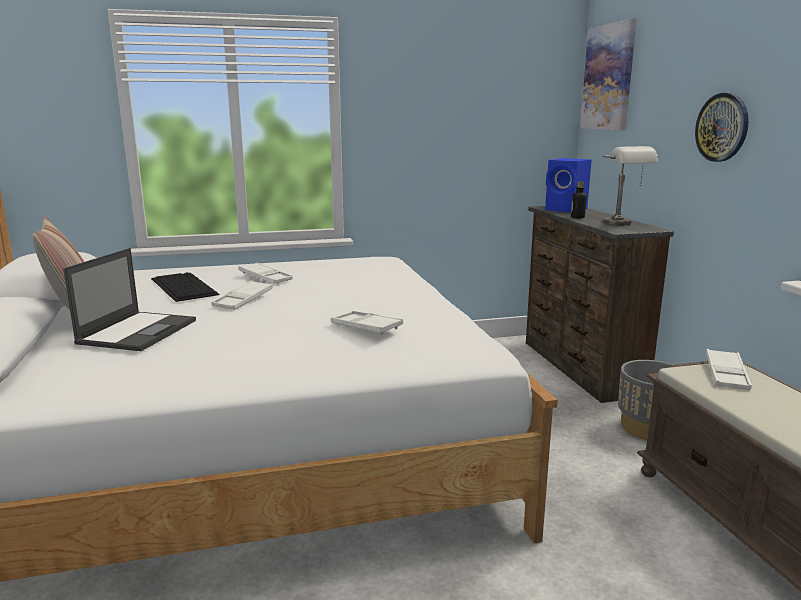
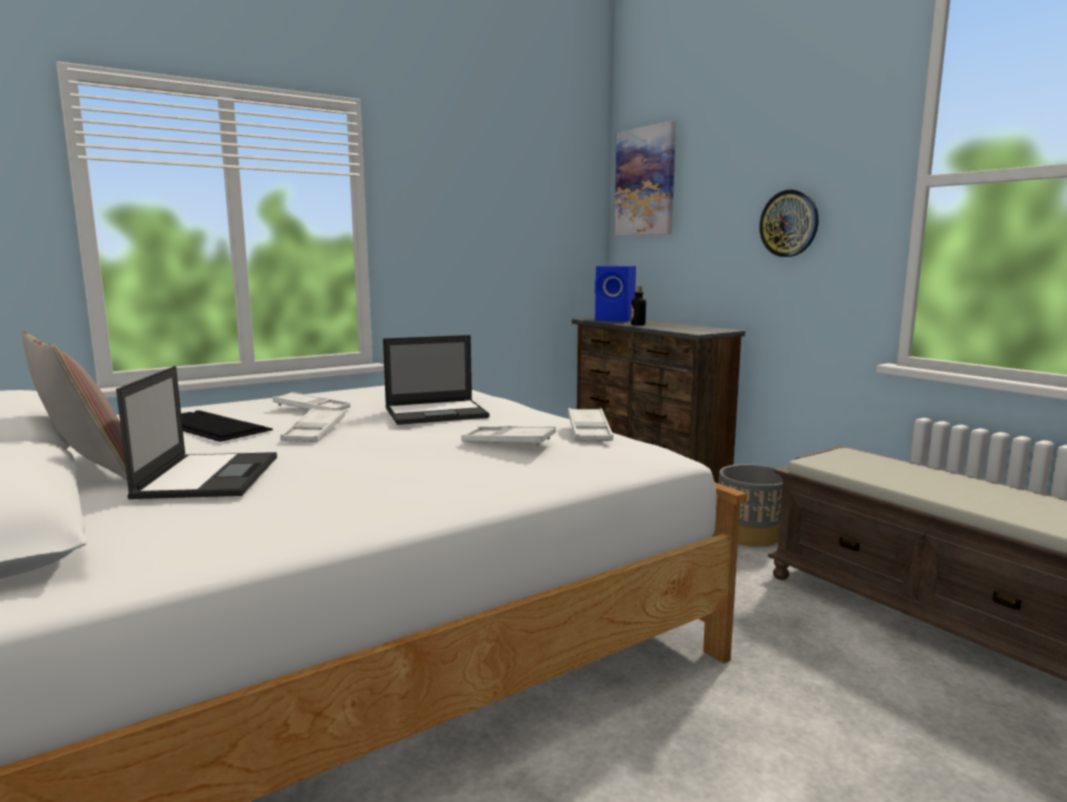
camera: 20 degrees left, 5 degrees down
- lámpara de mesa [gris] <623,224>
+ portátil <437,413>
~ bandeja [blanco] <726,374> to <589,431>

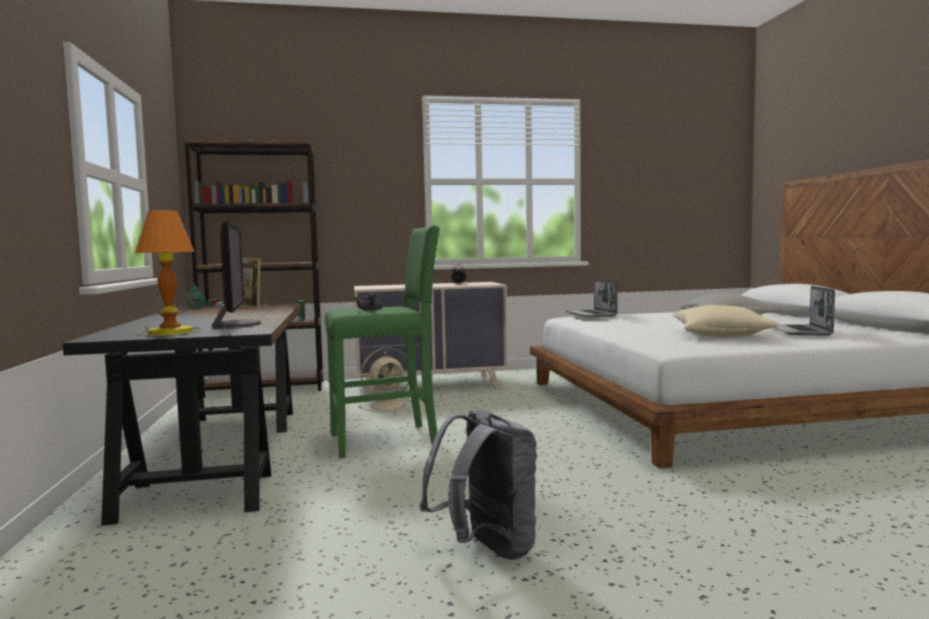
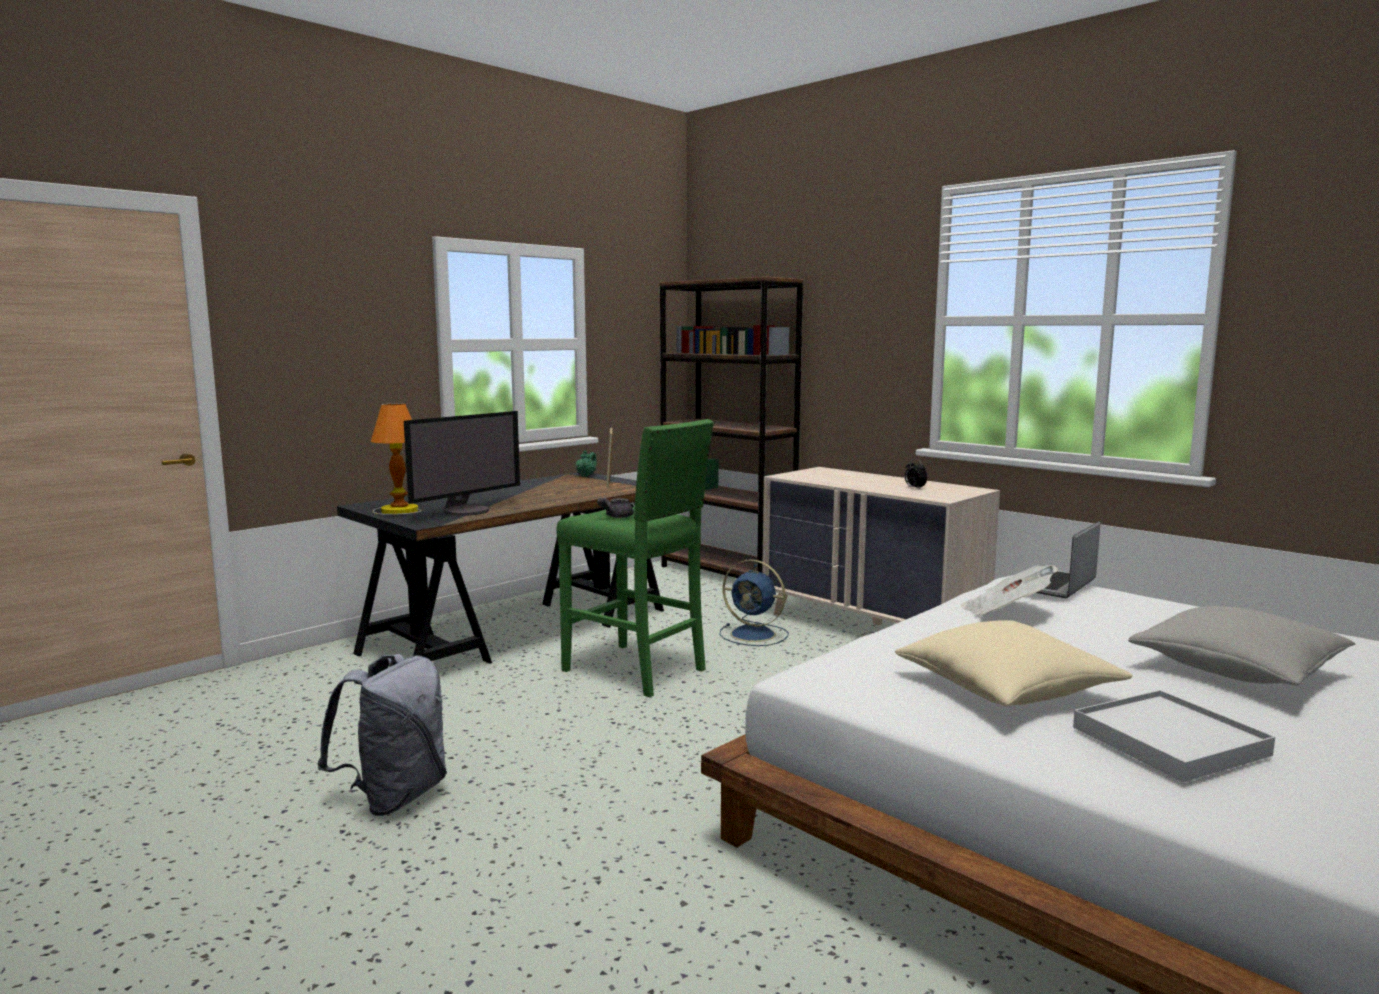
camera: 55 degrees right, 5 degrees up
+ periódico <1006,612>
~ portátil <800,331> to bandeja [blanco] <1169,741>
~ ventilador [beis] <389,405> to ventilador [azul] <755,635>

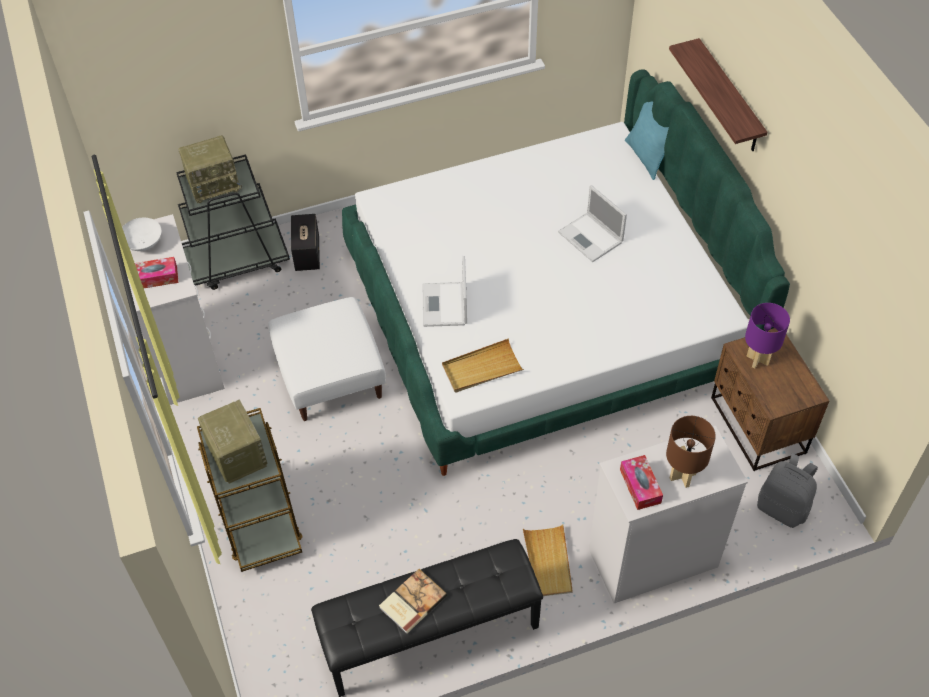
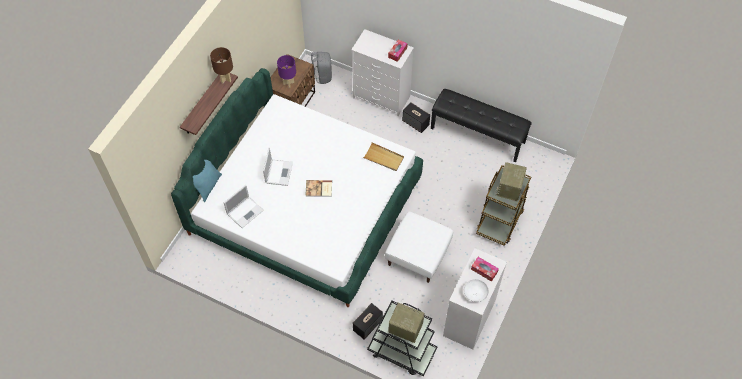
camera: 135 degrees left, 5 degrees up
~ libro <411,601> to <319,189>
~ portátil <445,306> to <245,211>
~ lámpara de mesa [marrón] <682,476> to <226,79>
~ bandeja [beis] <548,562> to altavoz <416,123>

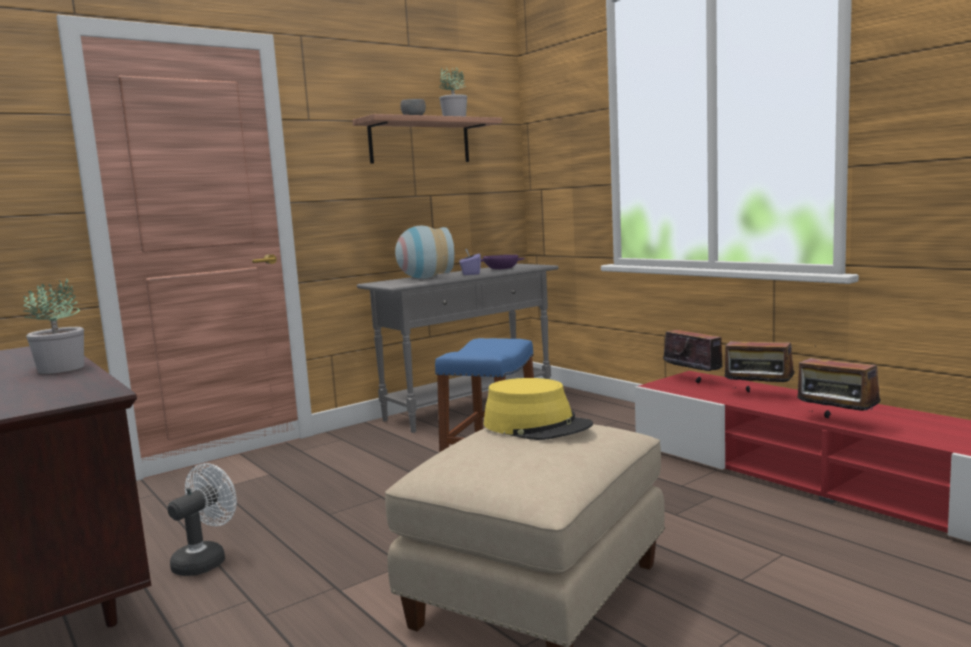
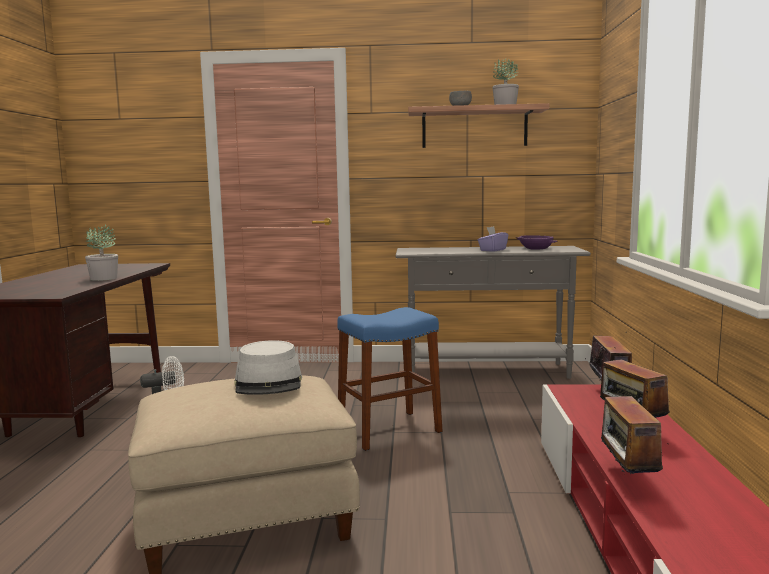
camera: 40 degrees right, 0 degrees up
- florero <424,278>
~ sombrero [amarillo] <537,426> to sombrero [gris] <269,383>

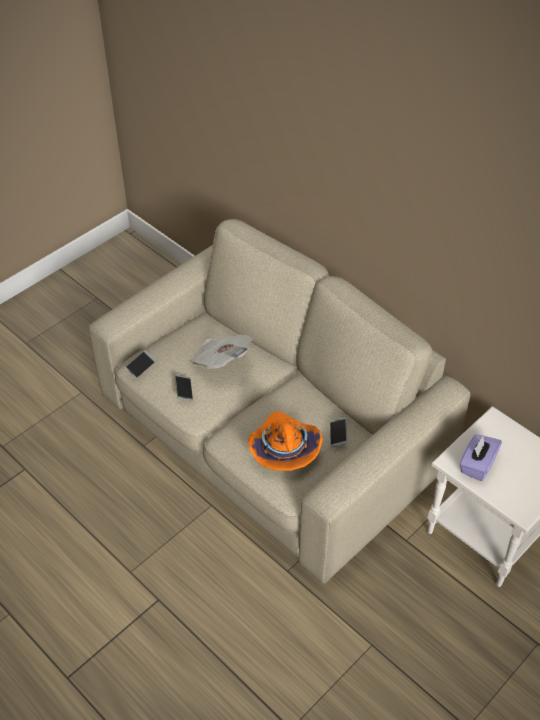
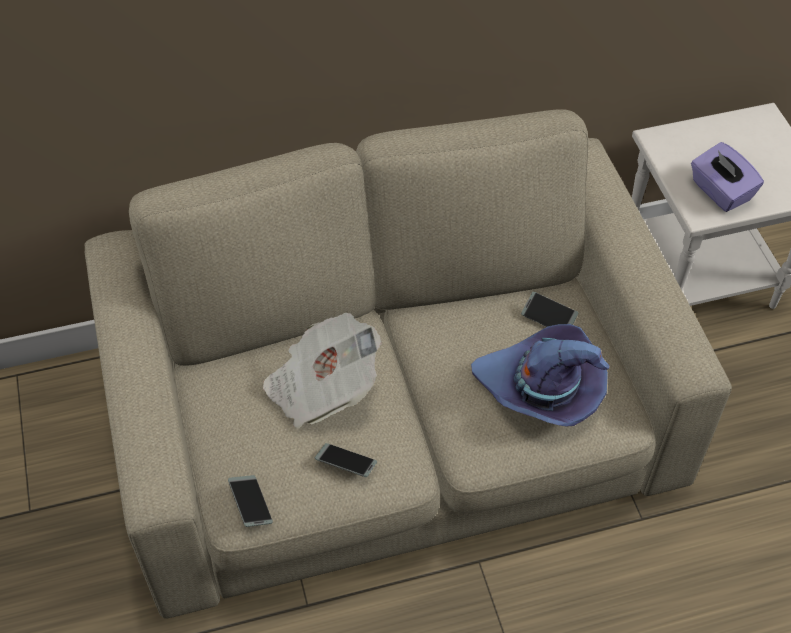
camera: 60 degrees left, 5 degrees up
~ sombrero [naranja] <283,448> to sombrero [morado] <542,389>

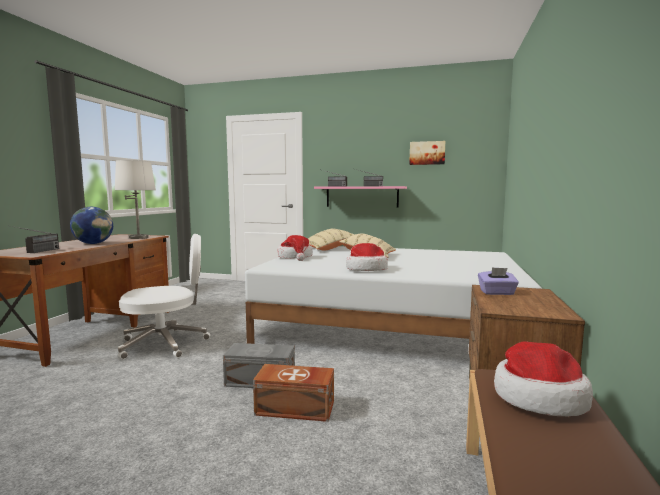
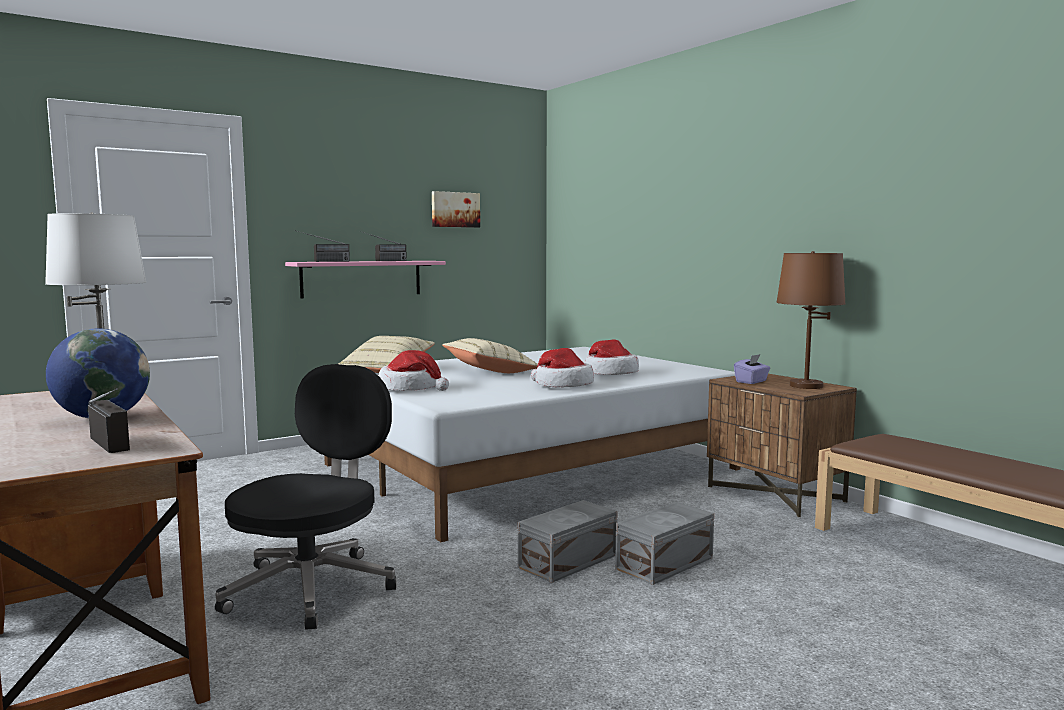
camera: 50 degrees left, 0 degrees up
+ lámpara de mesa [marrón] <806,386>
~ sombrero <538,397> to <610,373>
~ silla de oficina [blanco] <165,343> to silla de oficina [negro] <313,587>
~ caja de almacenaje [marrón] <296,409> to caja de almacenaje [gris] <667,563>

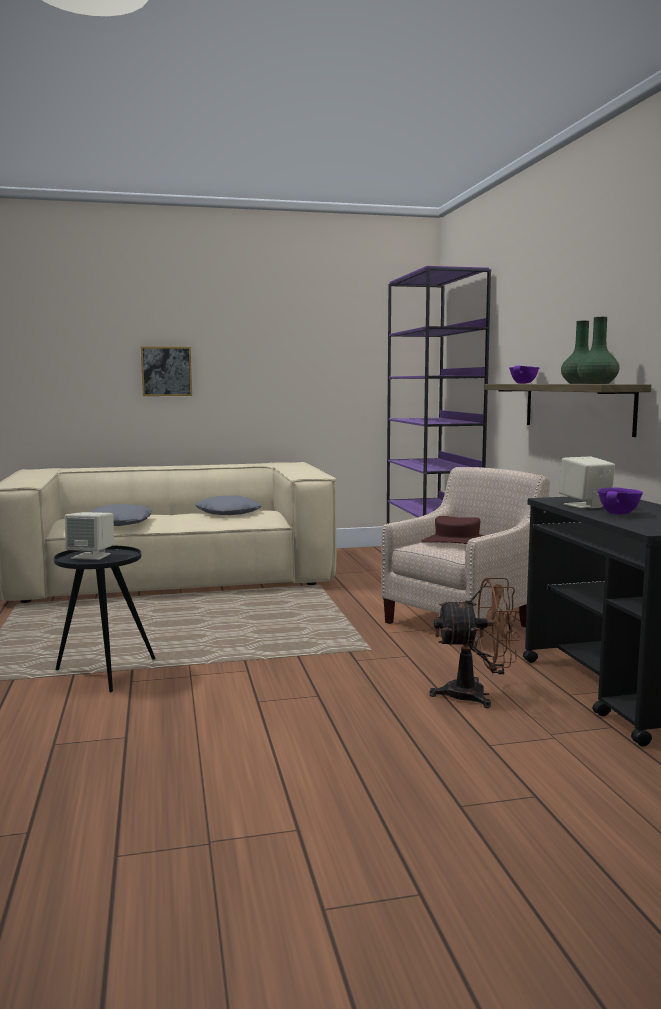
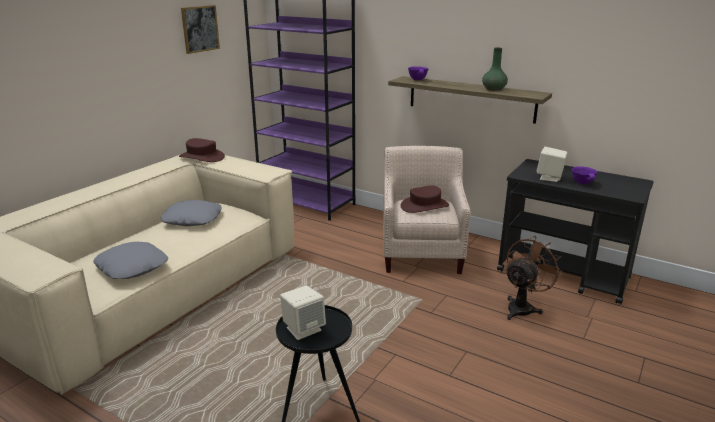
camera: 45 degrees left, 15 degrees up
- florero [verde] <596,383>
+ sombrero [marrón] <202,157>
~ cuadro <166,371> to <200,29>

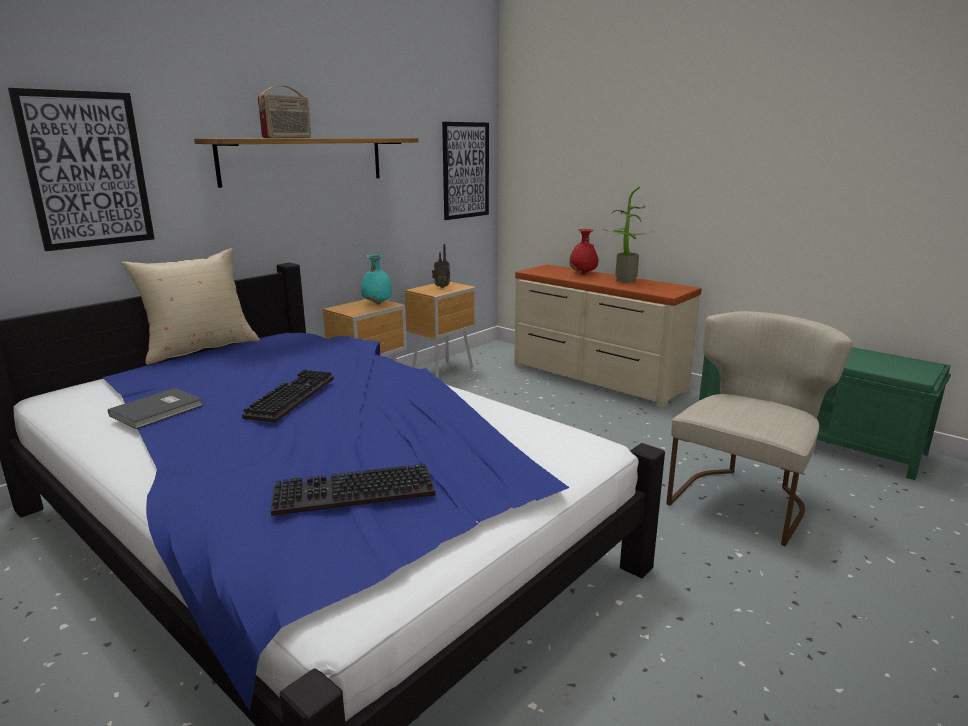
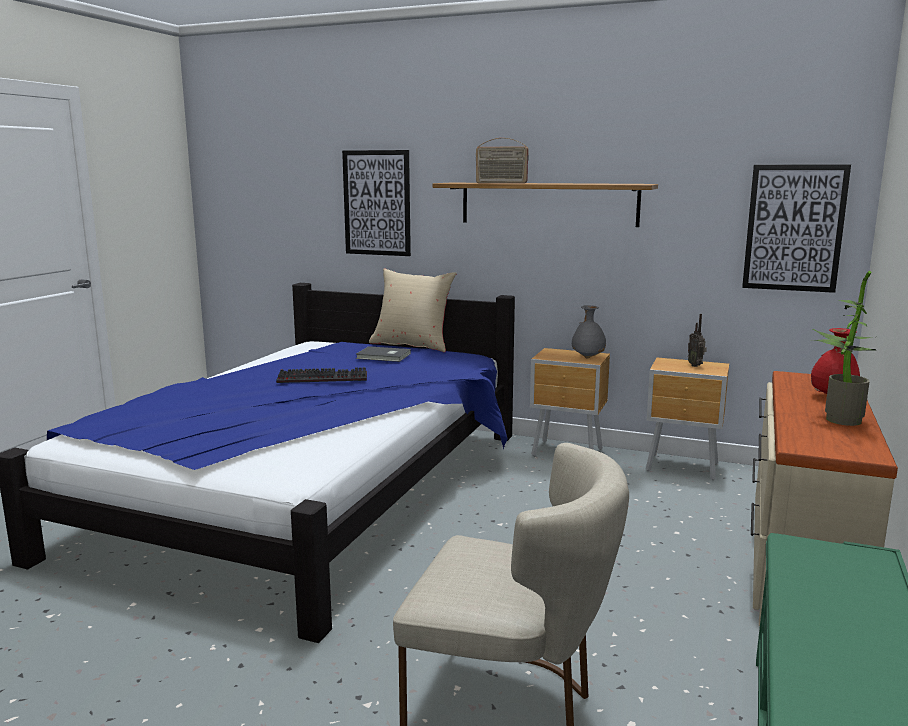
camera: 70 degrees right, 5 degrees down
- teclado <351,495>
~ libro [gris] <159,410> to <383,356>
~ florero [turquesa] <377,303> to florero [gris] <588,357>

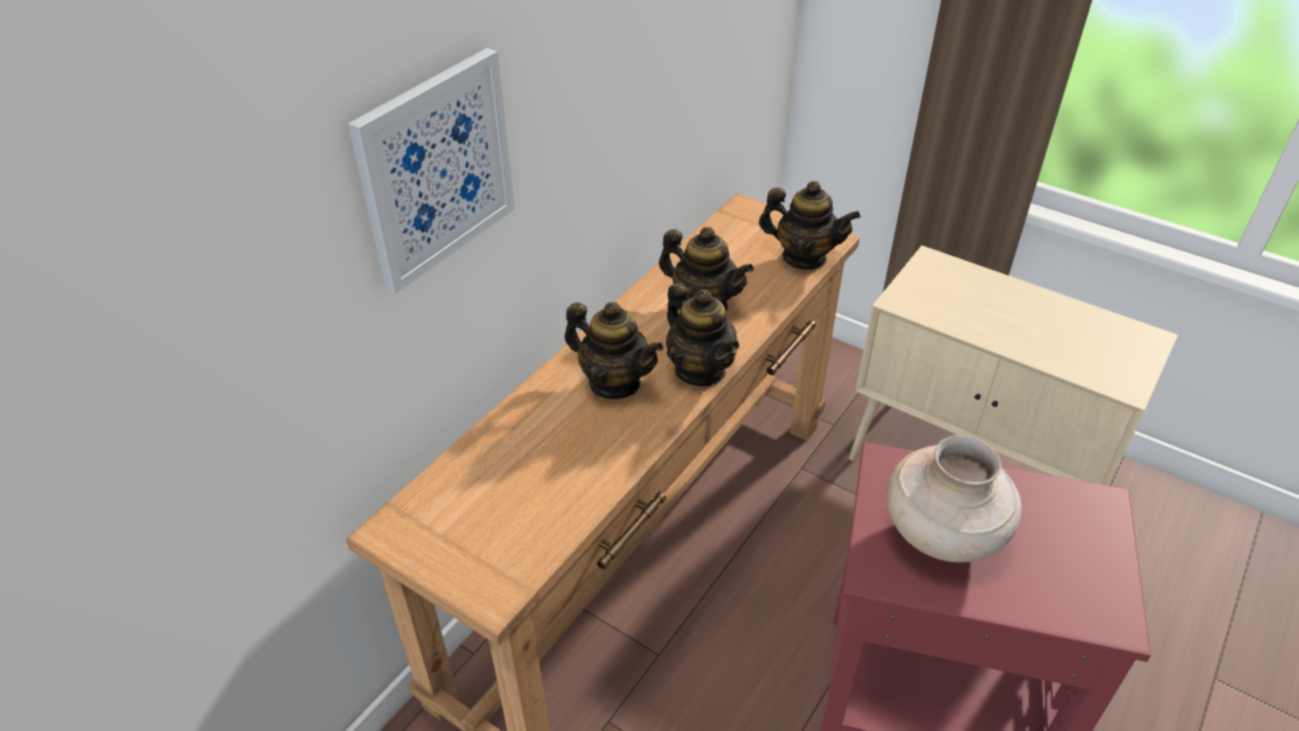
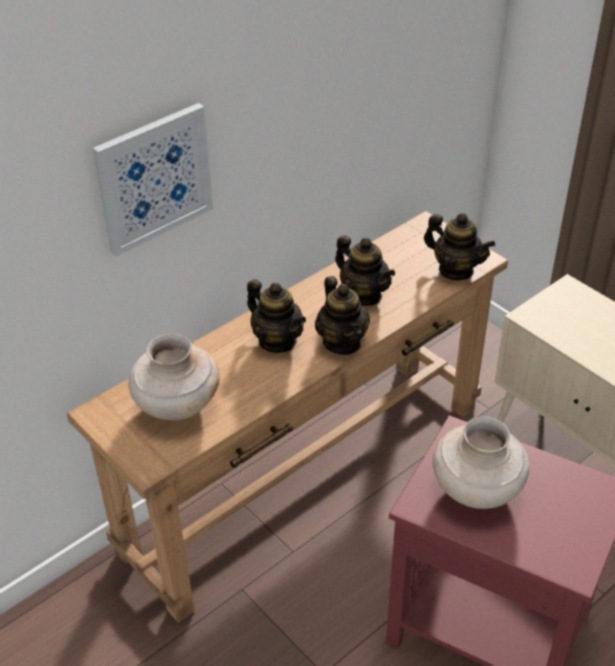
camera: 15 degrees right, 0 degrees up
+ florero [beis] <177,406>

